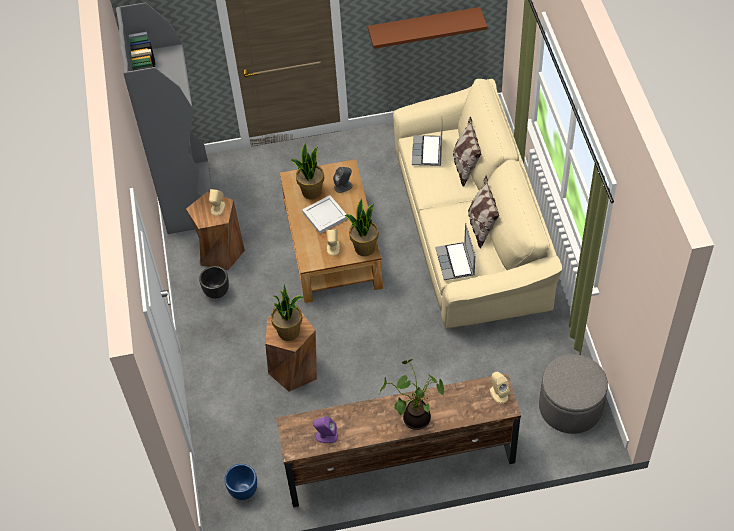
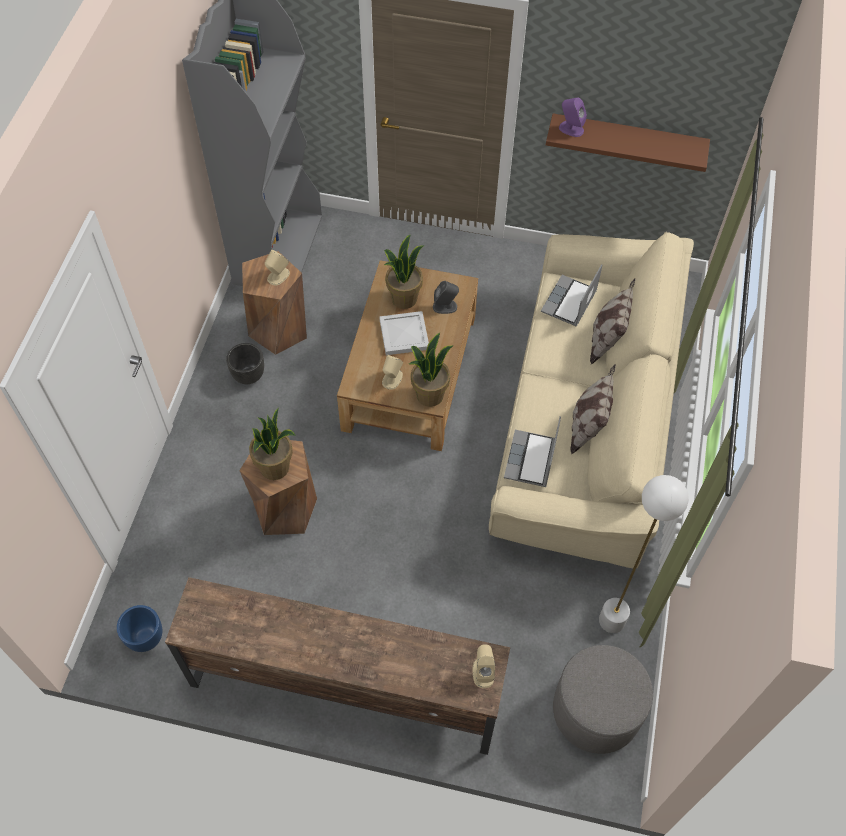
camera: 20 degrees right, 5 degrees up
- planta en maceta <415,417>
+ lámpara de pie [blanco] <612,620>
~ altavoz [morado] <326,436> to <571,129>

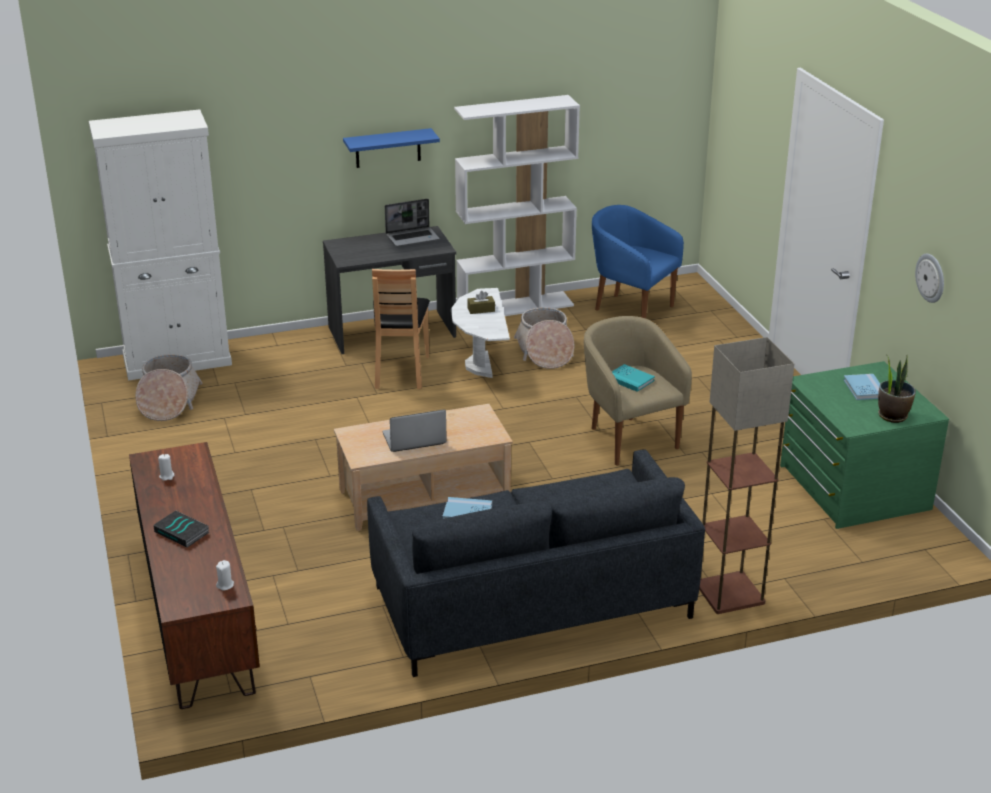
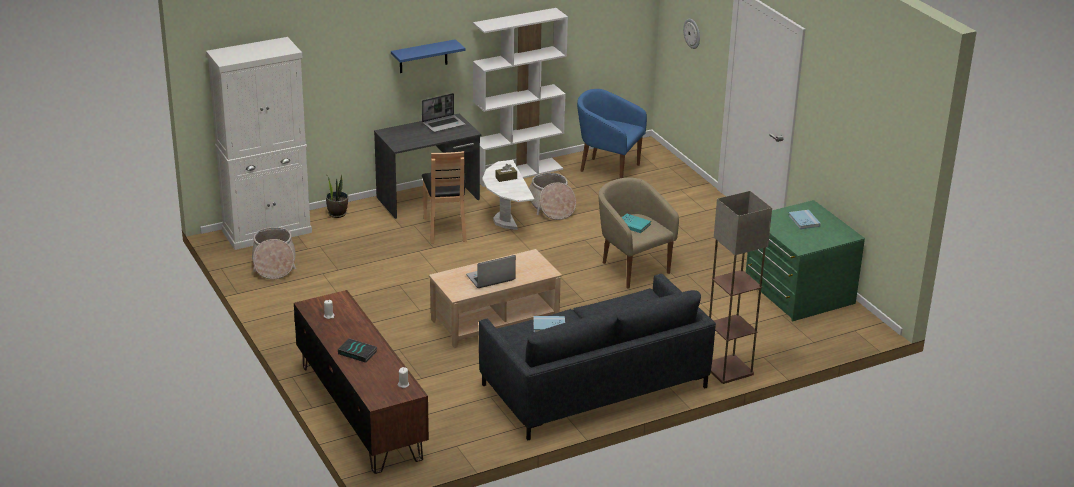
camera: 10 degrees left, 0 degrees up
~ planta en maceta <892,416> to <337,213>
~ reloj de pared <931,277> to <692,33>

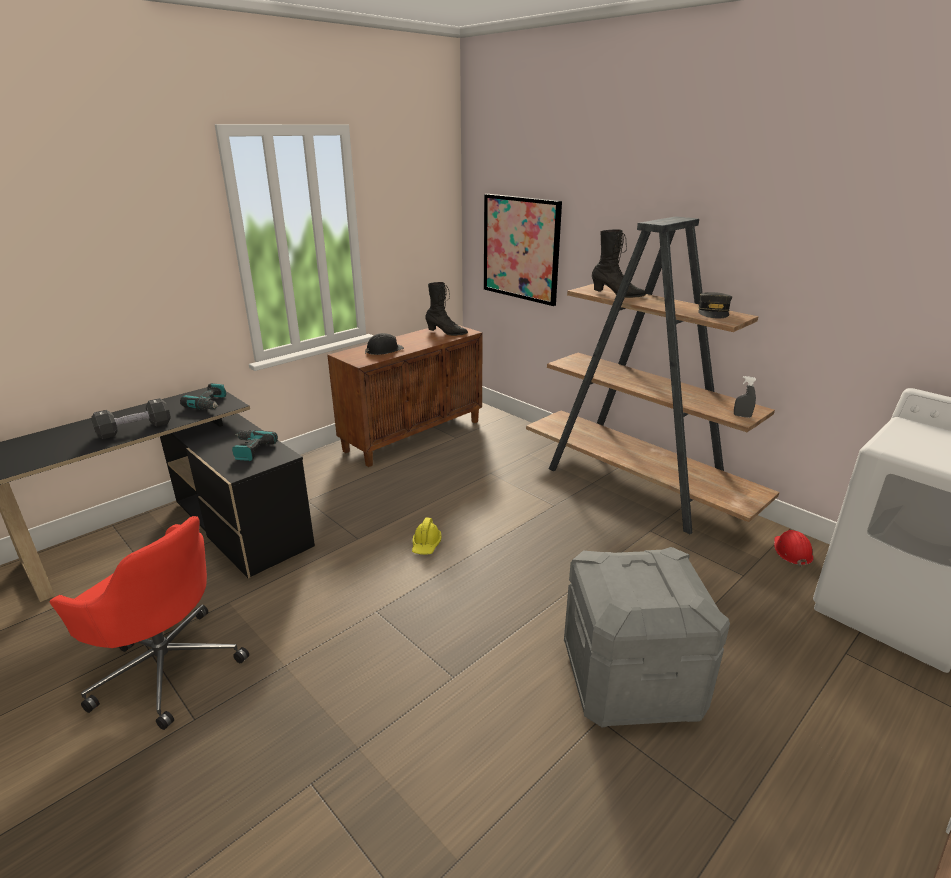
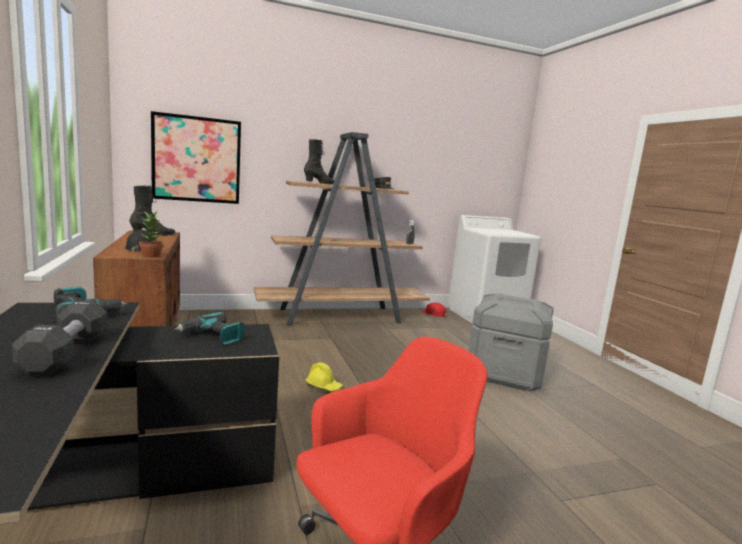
camera: 65 degrees left, 15 degrees down
+ planta en maceta <151,256>

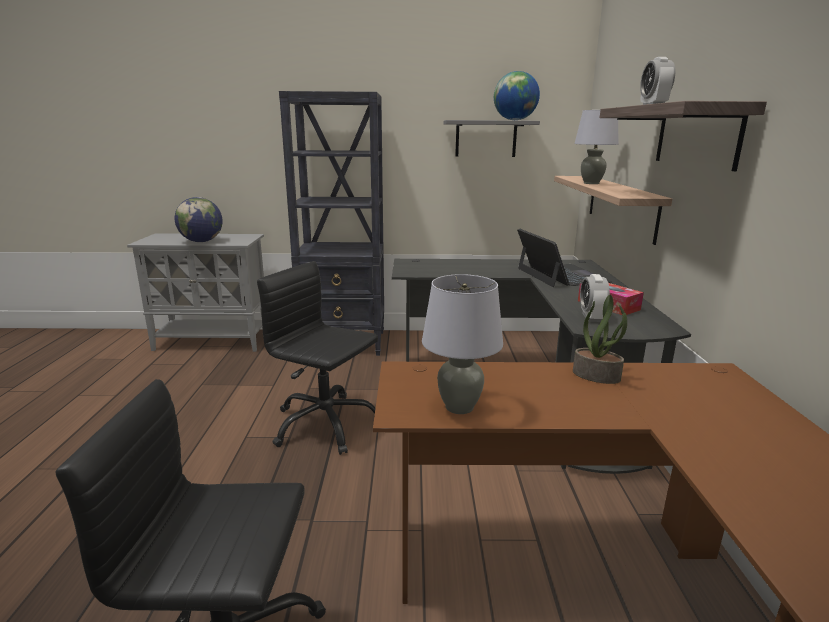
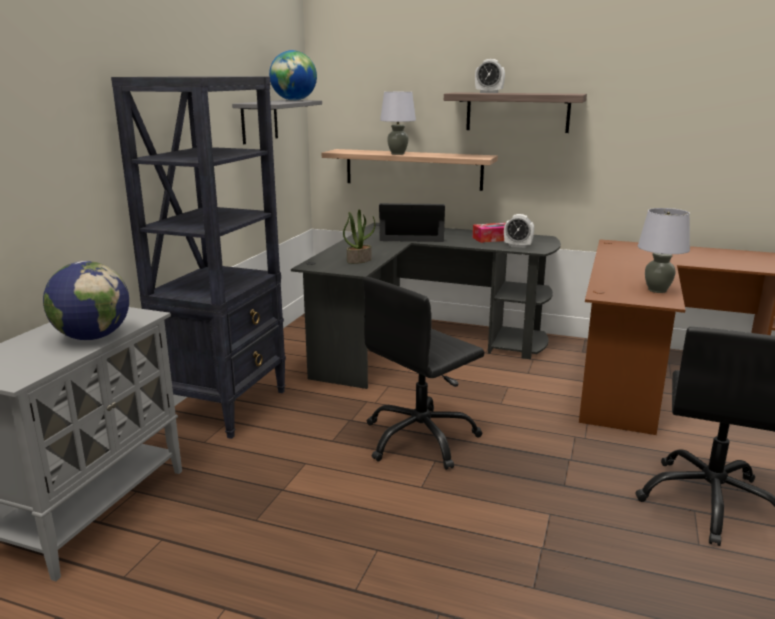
camera: 70 degrees left, 0 degrees up
~ planta en maceta <597,375> to <359,260>

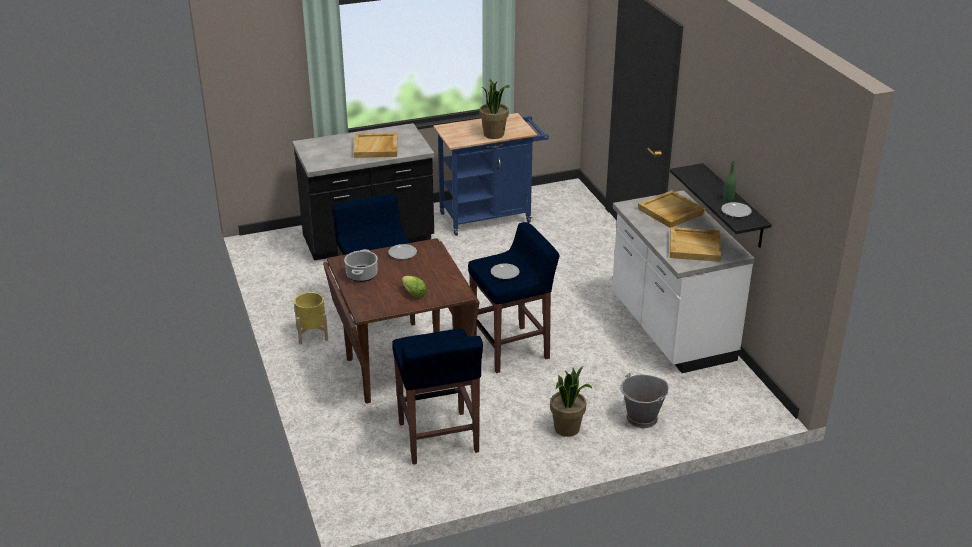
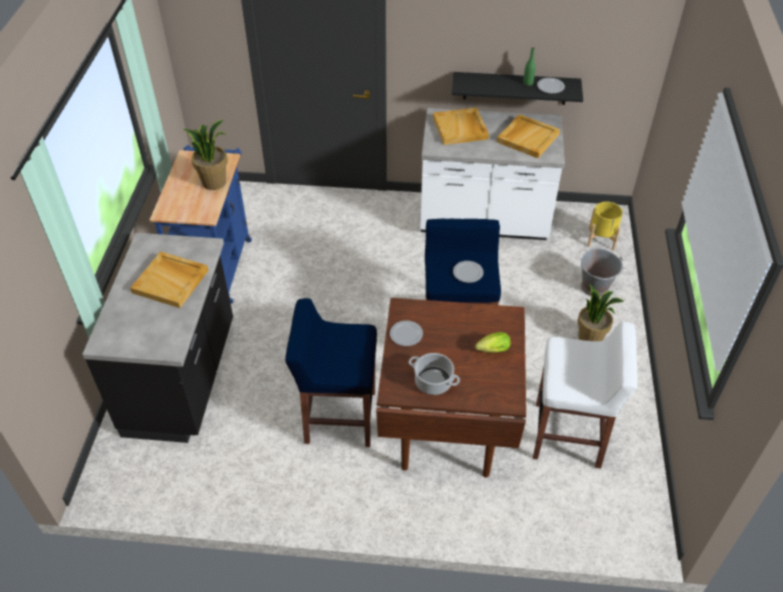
camera: 65 degrees left, 15 degrees up
~ maceta [amarillo] <312,334> to <601,239>
~ taburete [azul] <438,439> to taburete [blanco] <569,435>

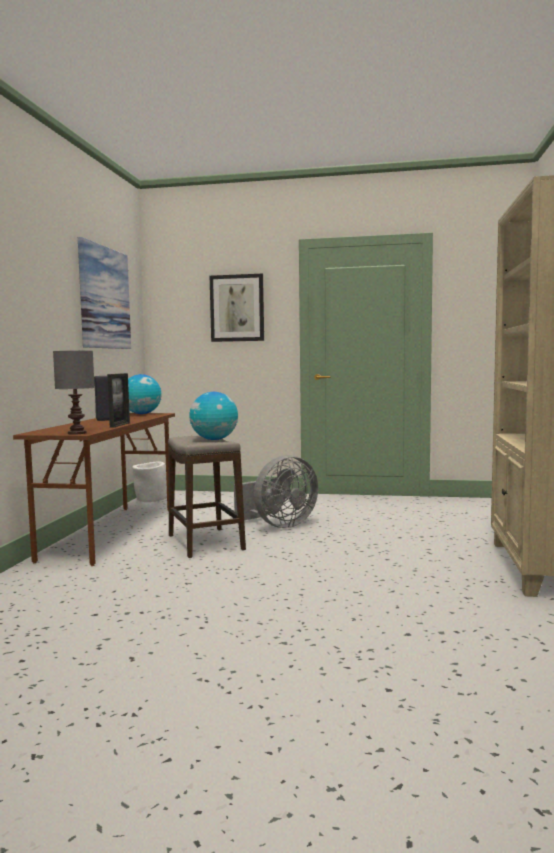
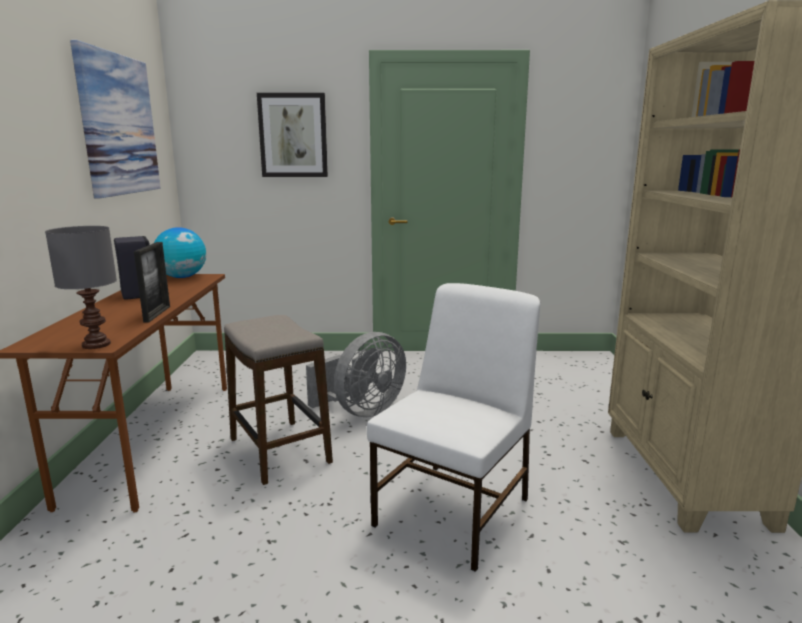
camera: 10 degrees left, 10 degrees up
- maceta [blanco] <151,499>
- globo terráqueo <214,439>
+ silla [blanco] <455,510>

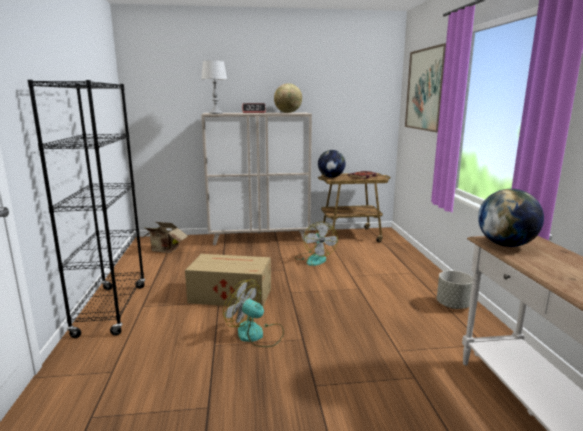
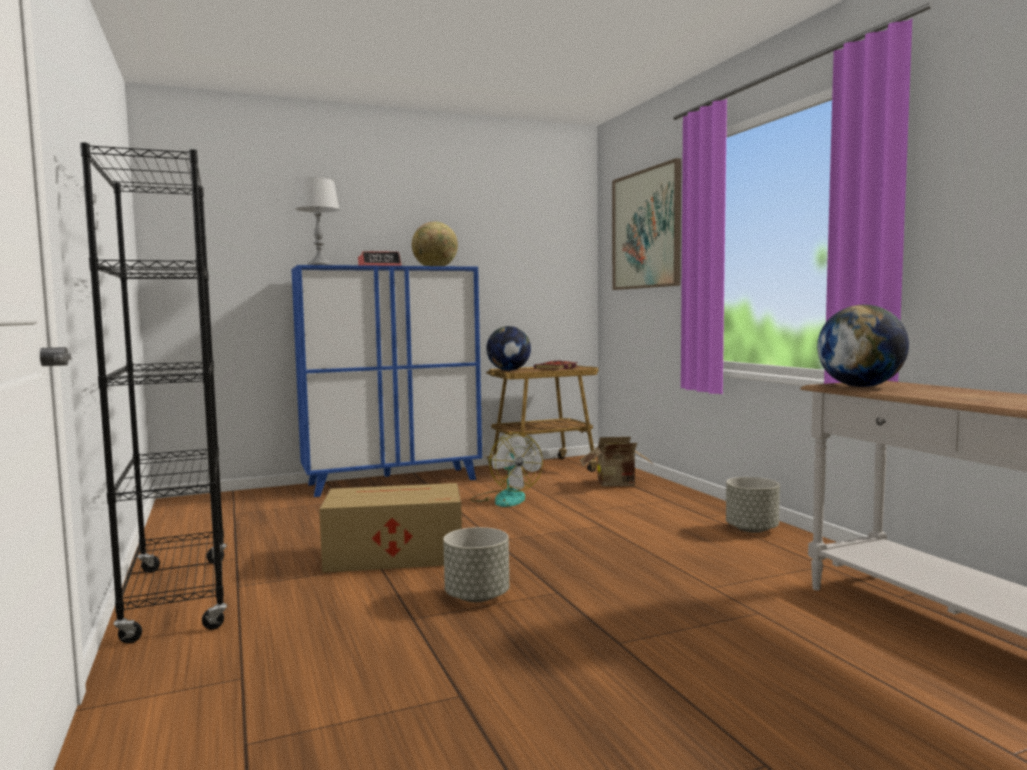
camera: 15 degrees left, 10 degrees down
~ caja de cartón <165,250> to <617,484>
~ ventilador <256,335> to maceta [gris] <477,597>
~ armario [beis] <259,238> to armario [azul] <393,482>

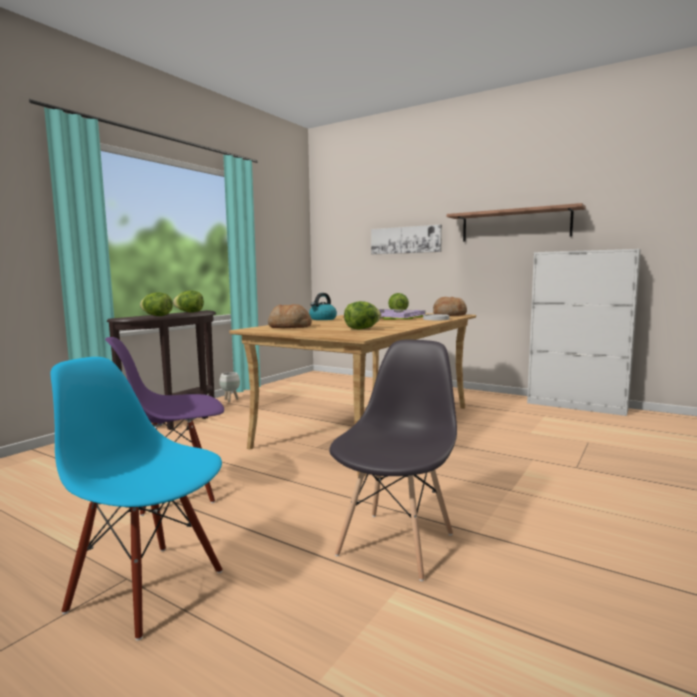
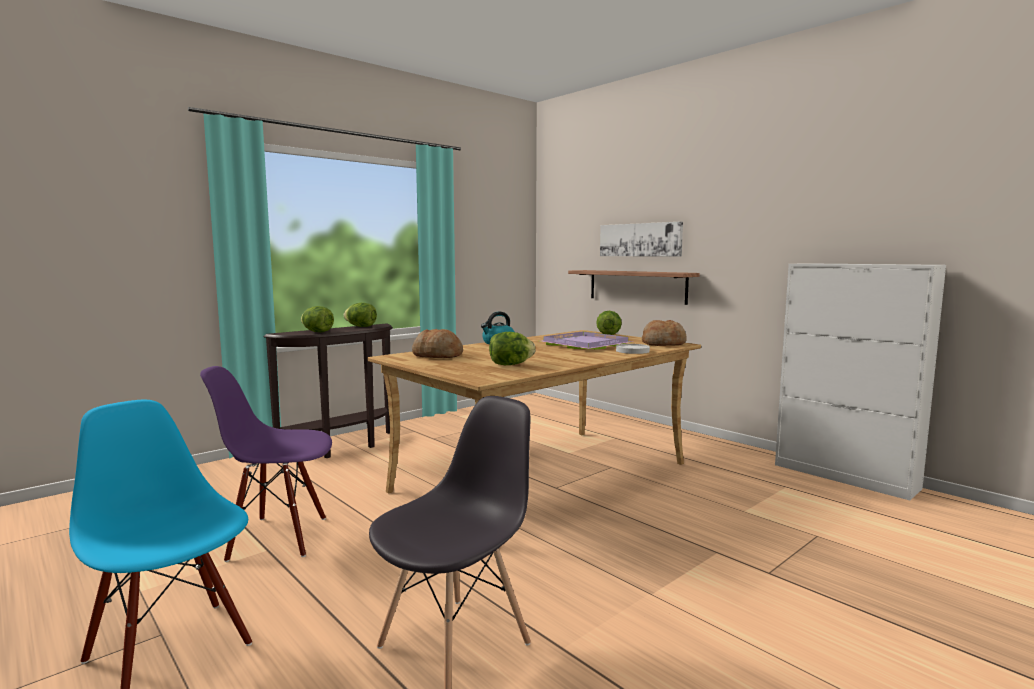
camera: 15 degrees right, 0 degrees up
- maceta [blanco] <230,400>
~ estante <515,225> to <636,286>

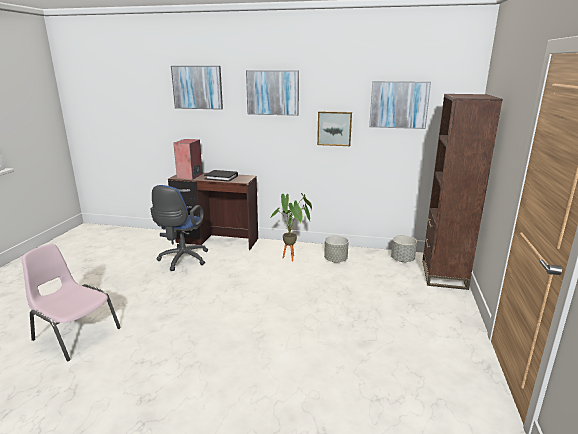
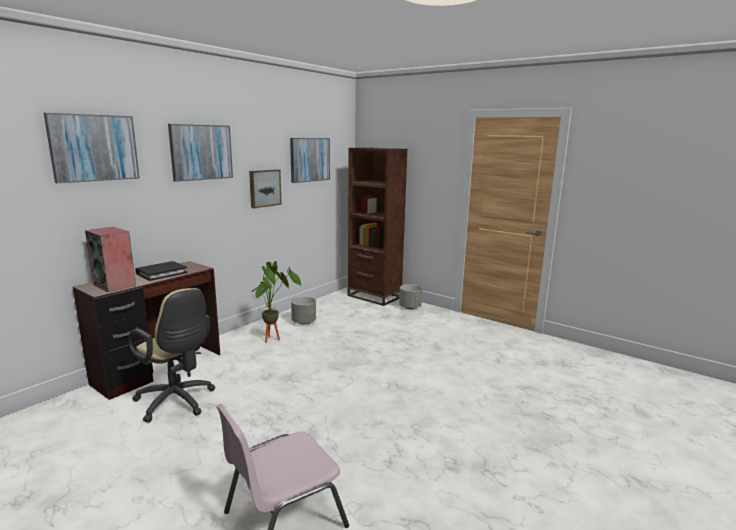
camera: 65 degrees left, 5 degrees down
~ maceta [gris] <402,260> to <410,307>
~ silla de oficina [azul] <182,260> to silla de oficina [beis] <177,402>

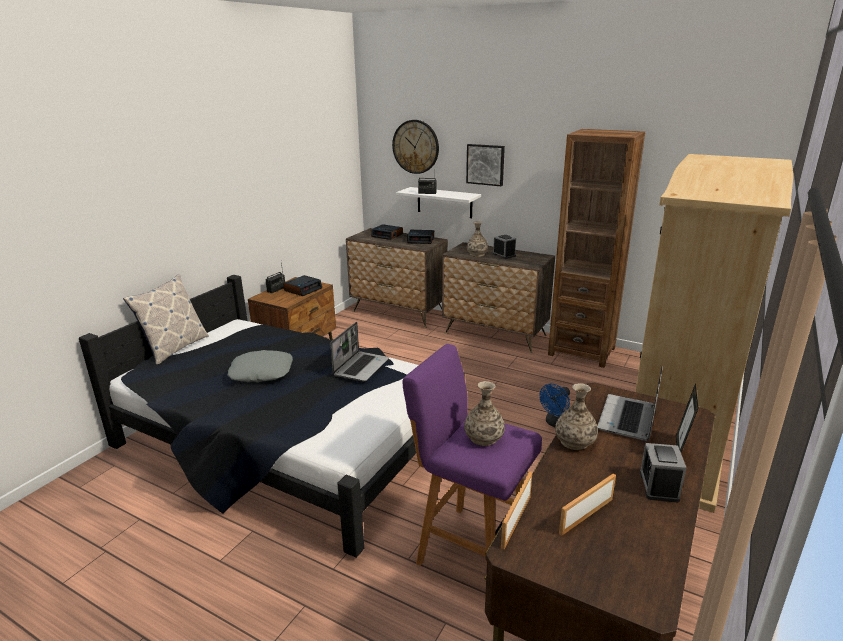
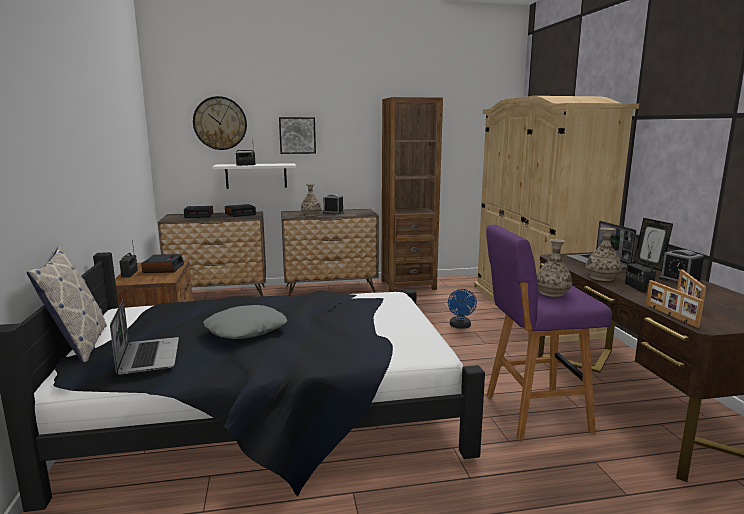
camera: 40 degrees left, 10 degrees down
+ radio <638,287>
~ portátil <361,367> to <148,357>

